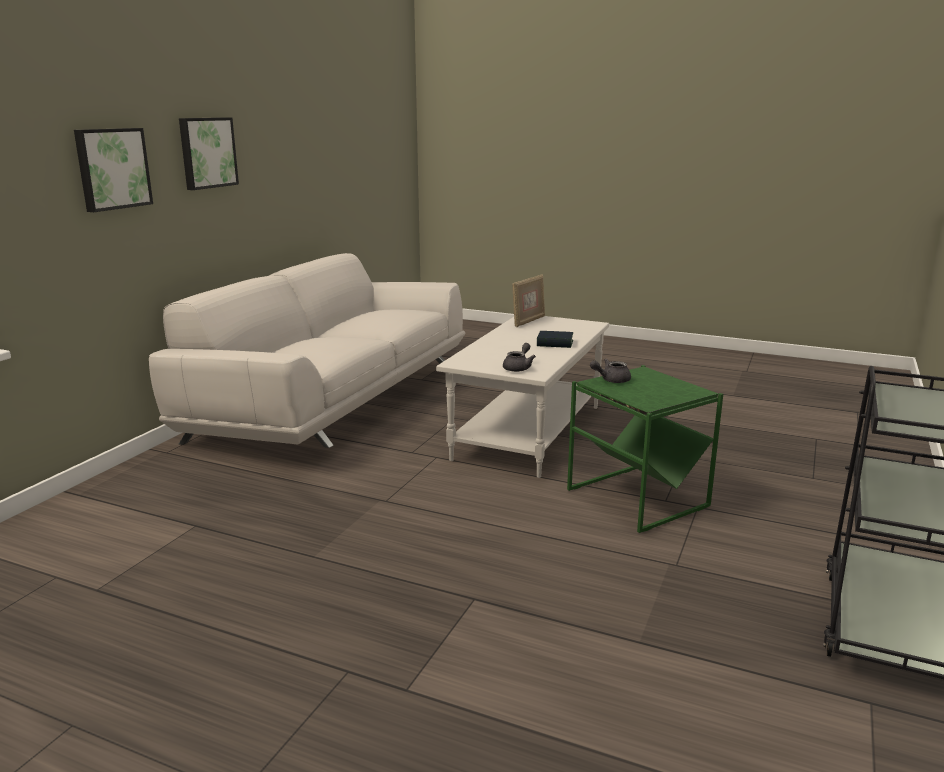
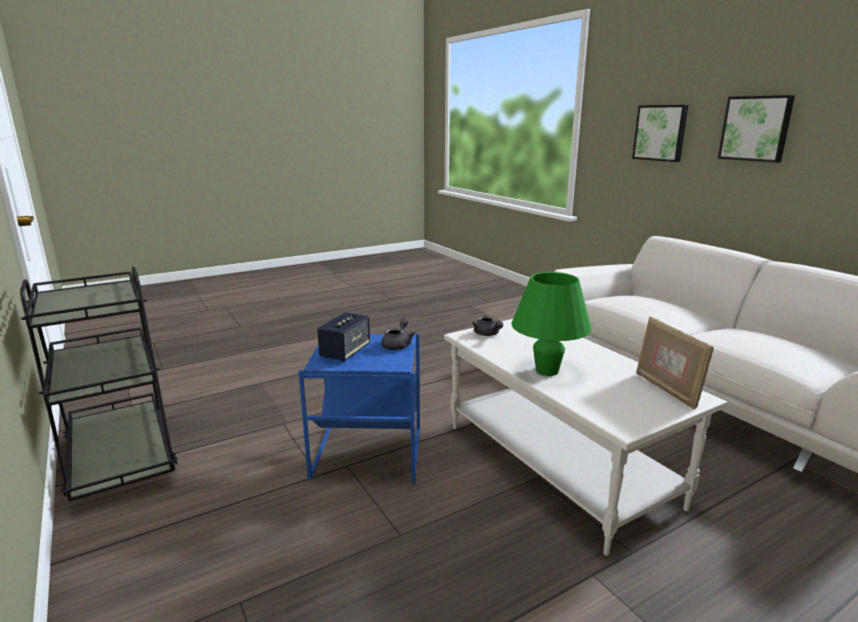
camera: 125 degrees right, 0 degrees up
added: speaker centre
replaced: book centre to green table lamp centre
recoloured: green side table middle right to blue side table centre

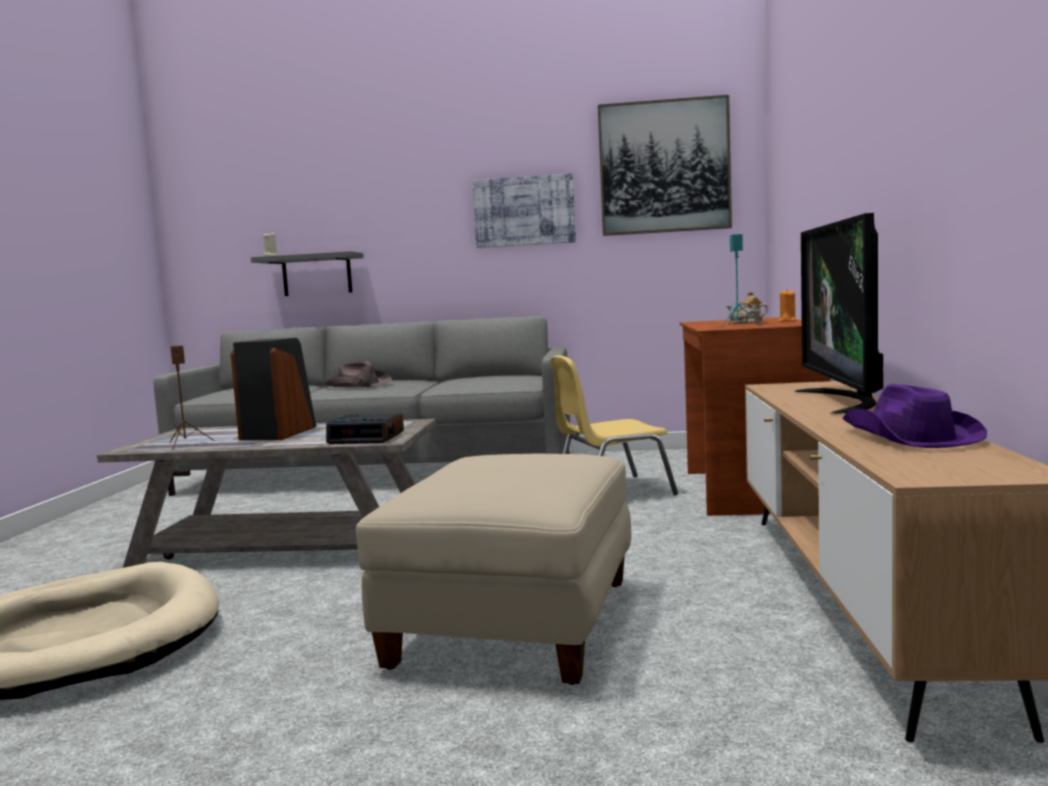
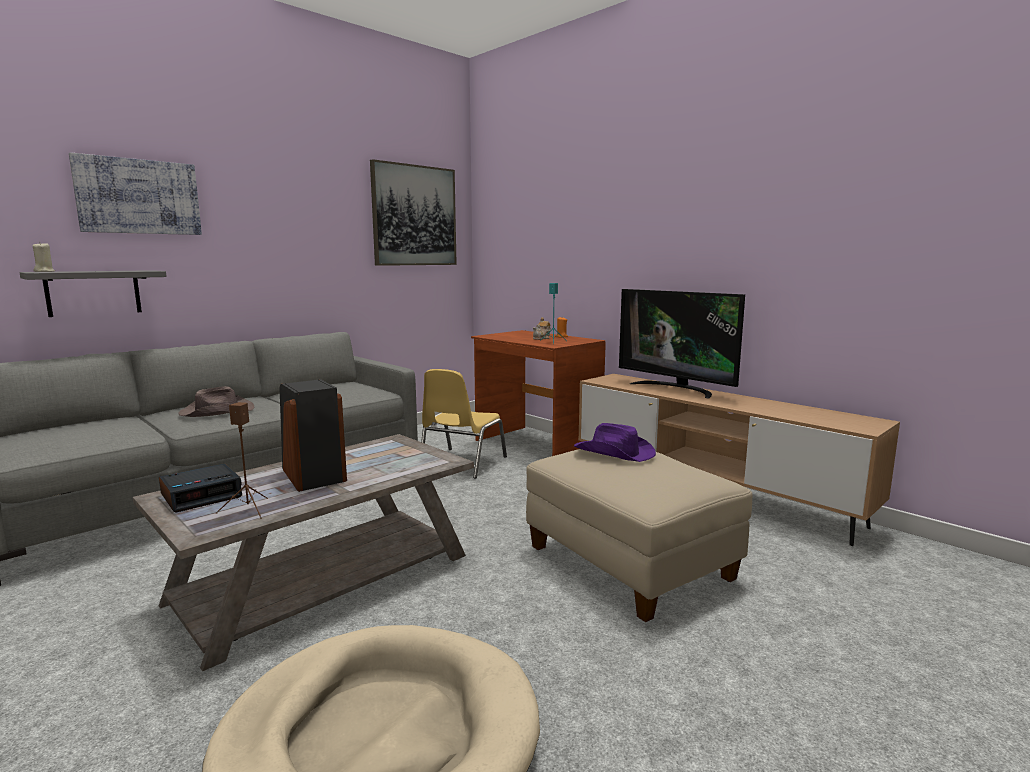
camera: 50 degrees left, 5 degrees up
moved: picture (1st from left) top centre to top left; alarm clock centre to middle left; purple hat middle right to centre

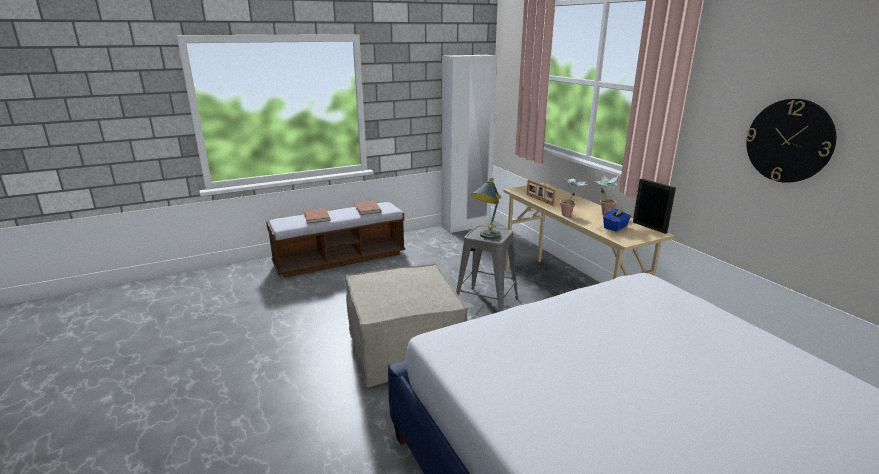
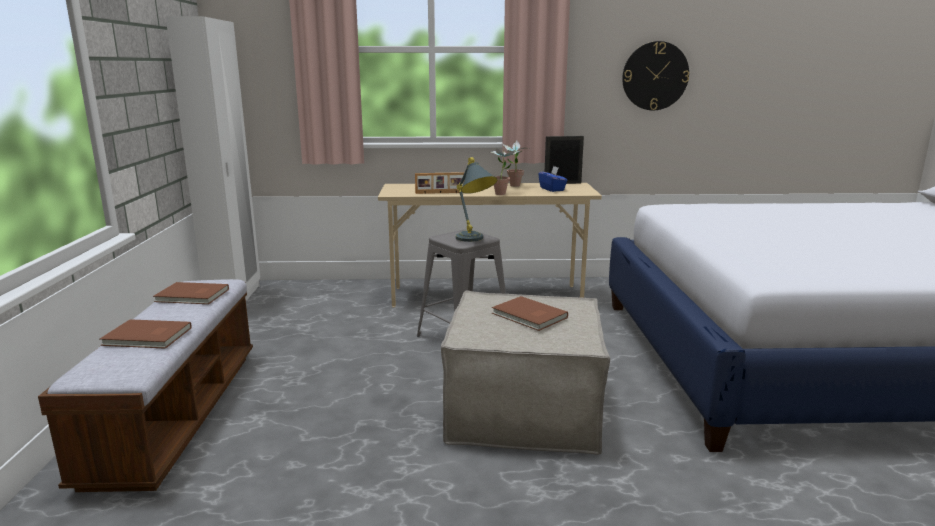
camera: 65 degrees left, 5 degrees down
added: brown book (3rd from left) centre

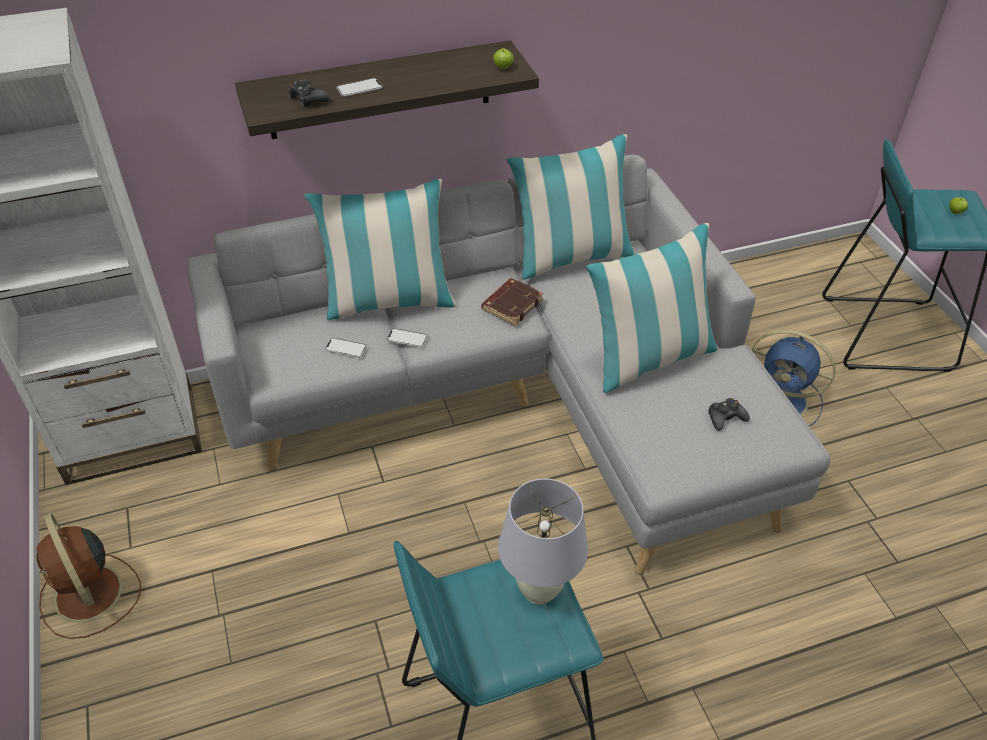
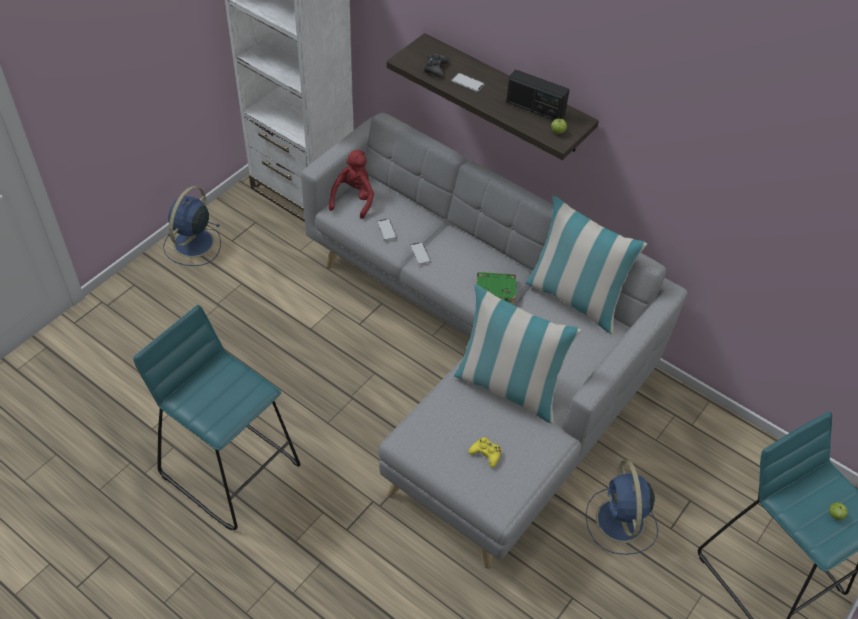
camera: 55 degrees right, 5 degrees up
removed: pillow (1st from left) centre; white table lamp bottom centre
added: red plush toy top centre; radio top centre
recoloured: brown fan bottom left to blue fan (1st from left) middle left; black game controller (2nd from left) middle right to yellow game controller bottom centre; brown book centre to green book centre

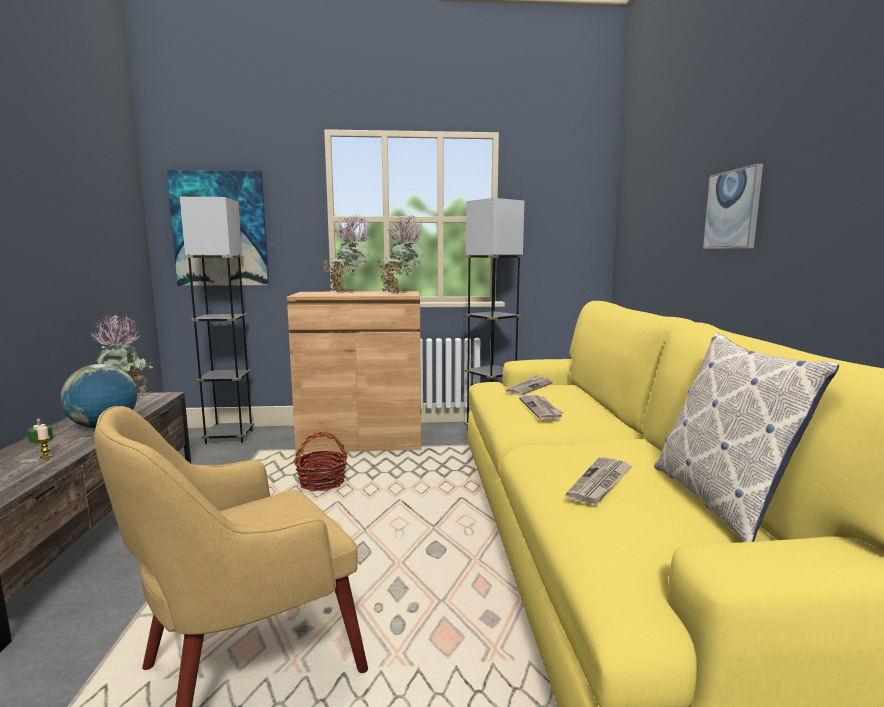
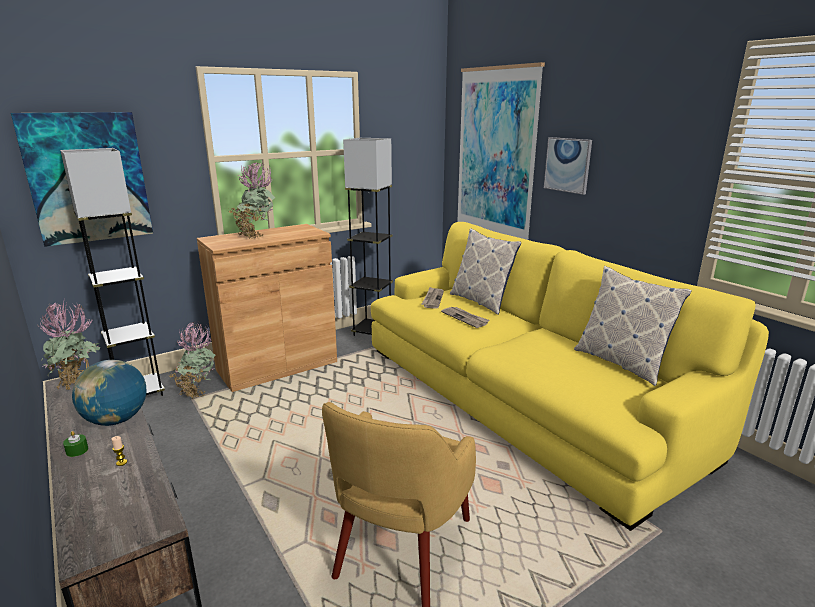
camera: 30 degrees left, 10 degrees up
removed: basket centre; newspaper (3rd from left) bottom right
added: pillow (1st from left) centre; picture (2nd from left) top centre
moved: potted plant (3rd from left in the first image) centre to potted plant (2nd from left) middle left

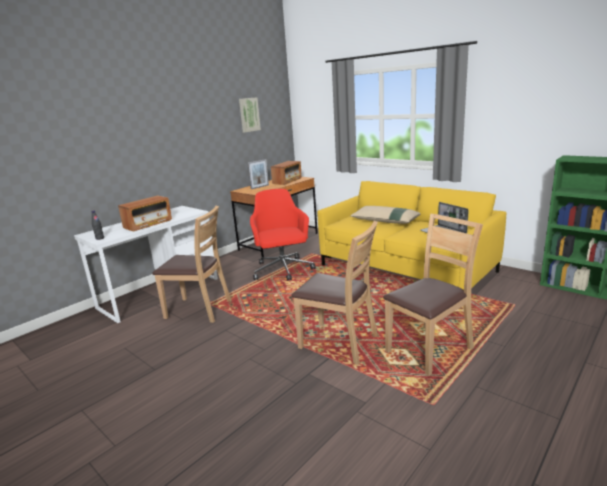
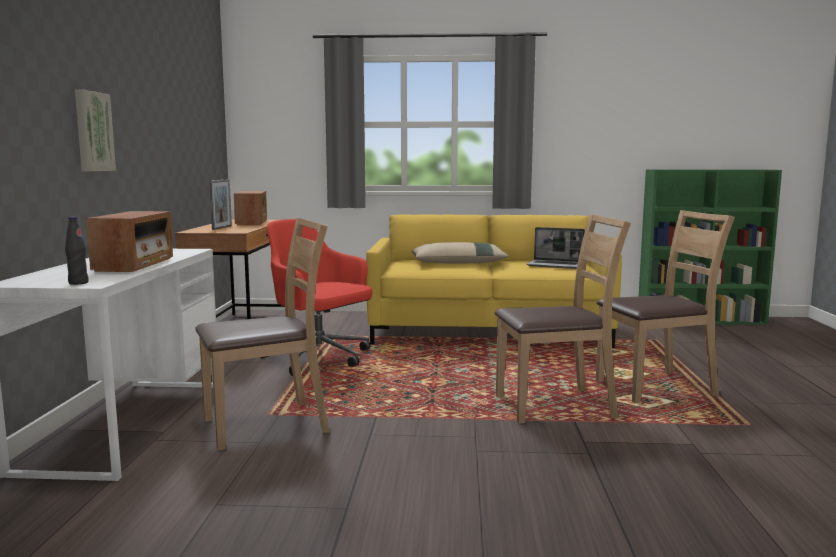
camera: 40 degrees left, 10 degrees down
moved: picture top centre to top left
turned: brown chair (3rd from left) middle right = middle right 60 degrees clockwise

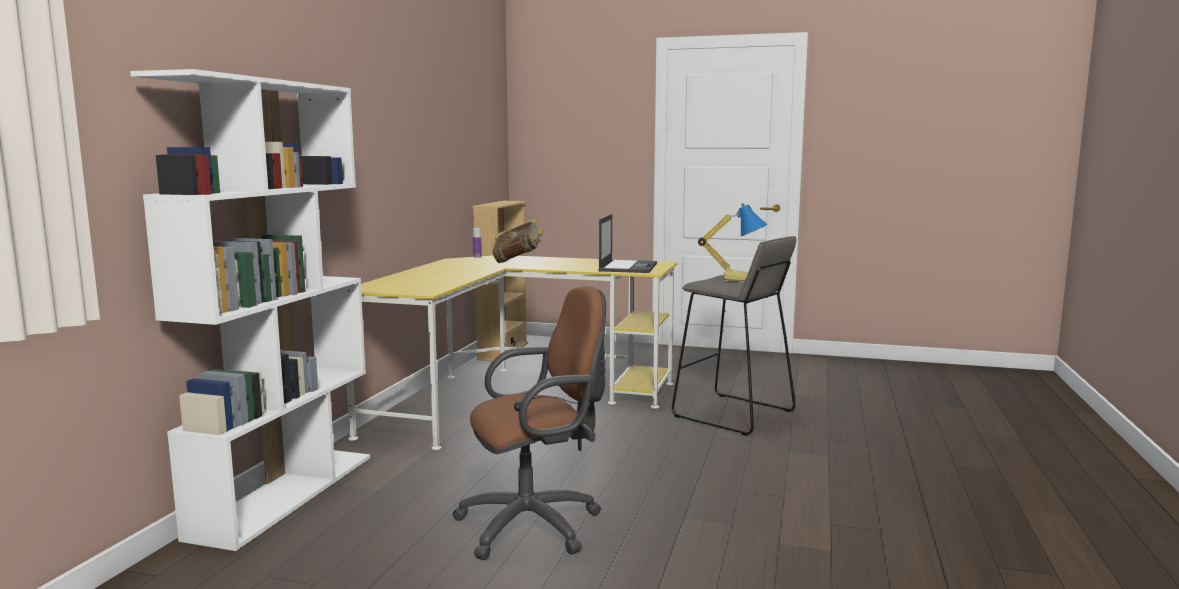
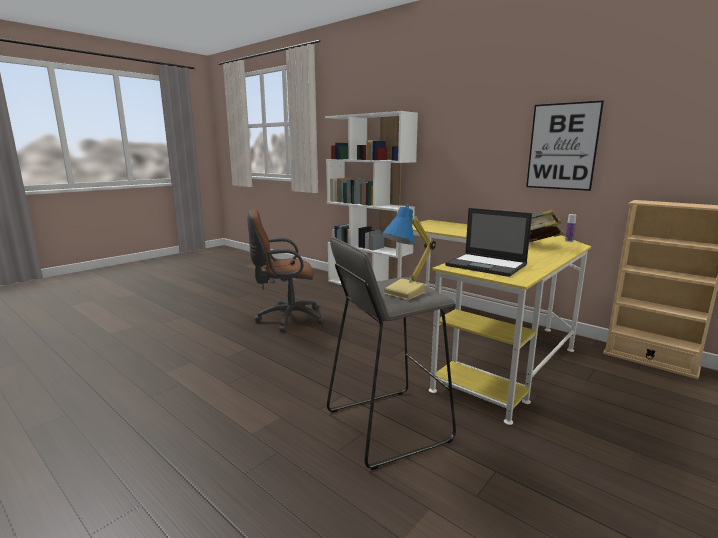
camera: 115 degrees right, 5 degrees up
added: picture top right
turned: brown office chair bottom centre = centre 75 degrees clockwise

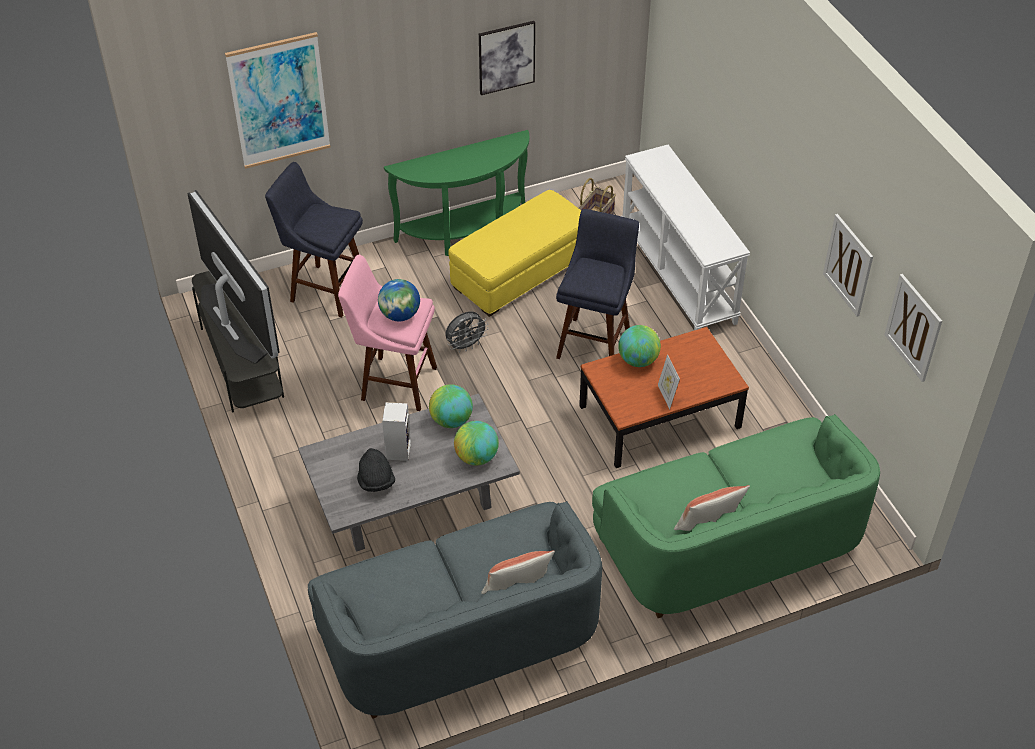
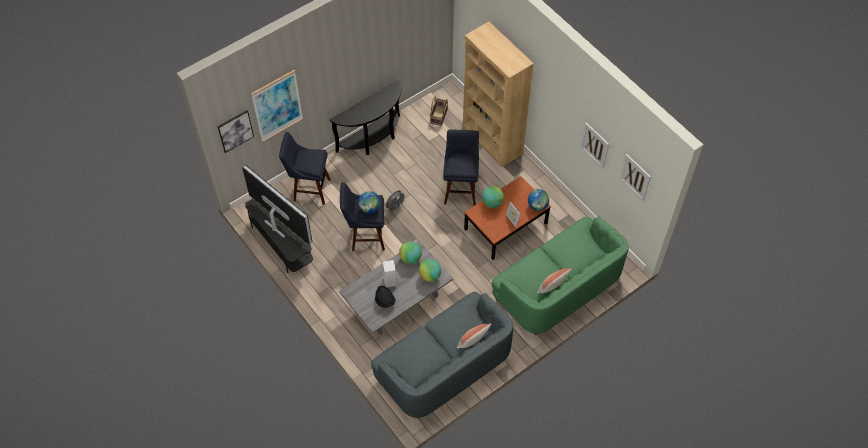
camera: 15 degrees left, 10 degrees up
removed: yellow ottoman centre
added: globe (5th from left) centre
moved: picture (2nd from left in the first image) top centre to picture (1st from left) top left
replaced: white console table top centre to brown bookcase top centre
recoloured: green console table top centre to black console table top centre; pink stool centre to blue stool (2nd from left) centre

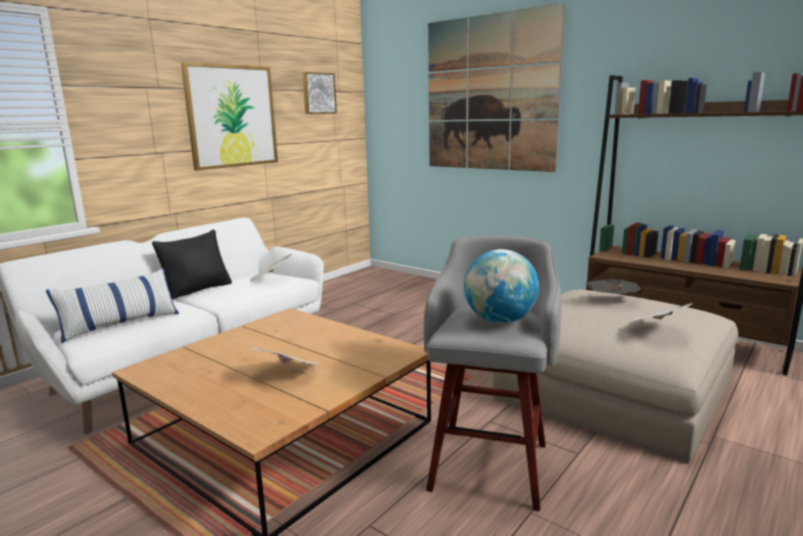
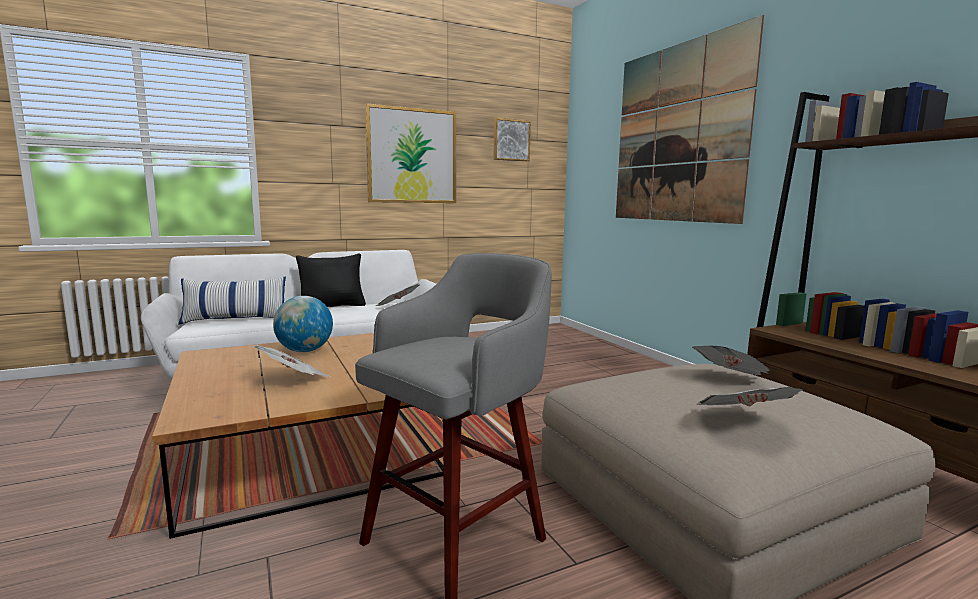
camera: 25 degrees right, 5 degrees down
moved: globe centre to middle left

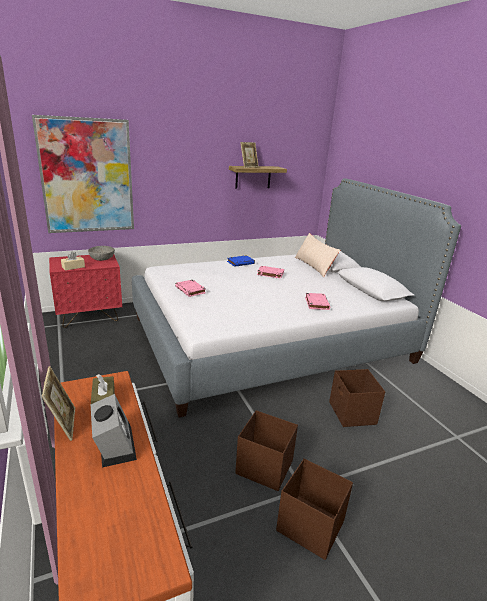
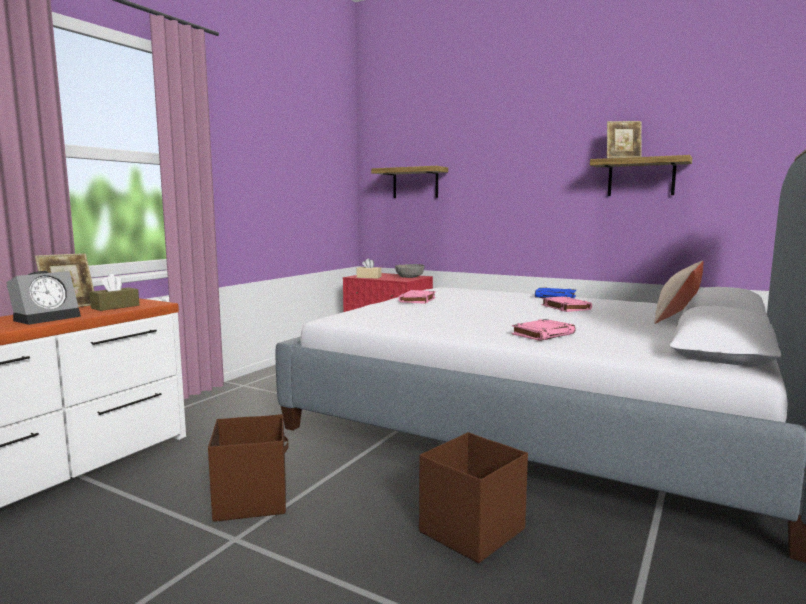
camera: 55 degrees right, 15 degrees down
removed: brown storage box (2nd from left) bottom centre
replaced: picture top left to shelf (1st from left) top centre

